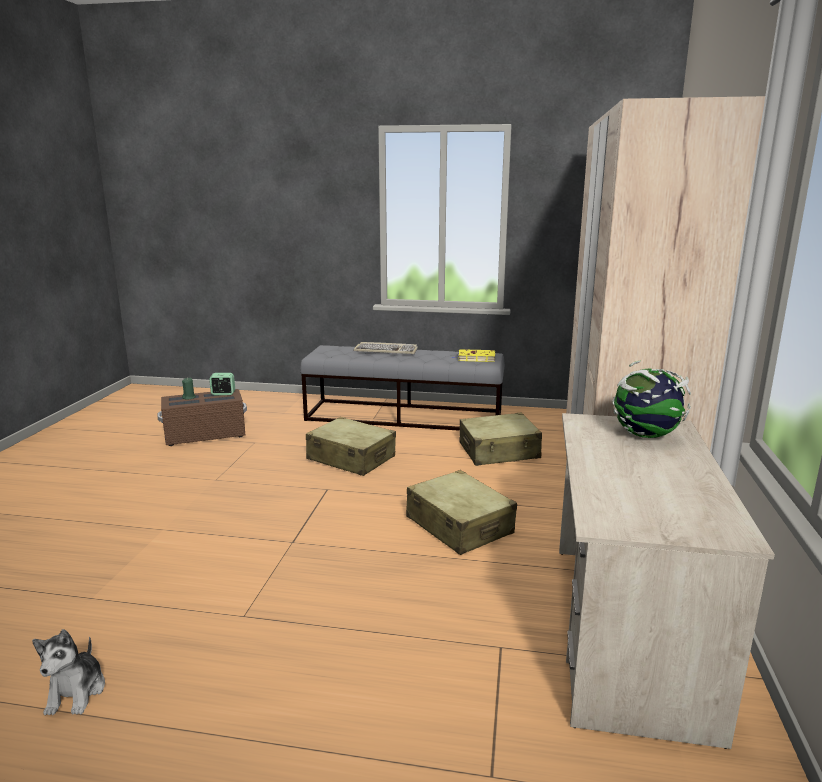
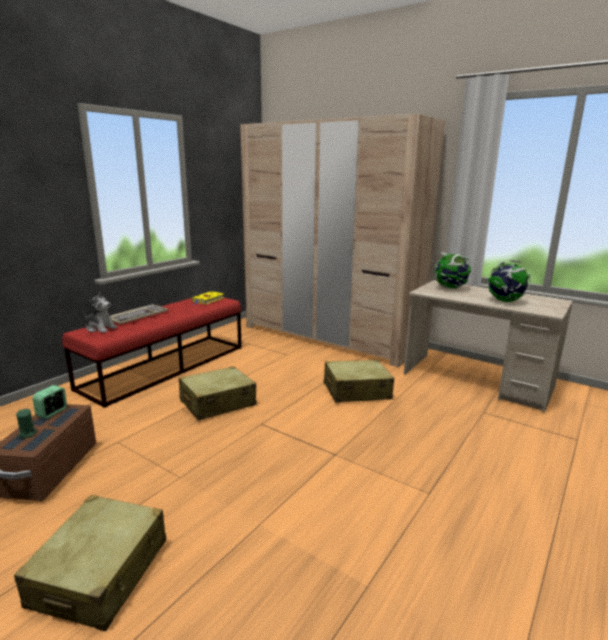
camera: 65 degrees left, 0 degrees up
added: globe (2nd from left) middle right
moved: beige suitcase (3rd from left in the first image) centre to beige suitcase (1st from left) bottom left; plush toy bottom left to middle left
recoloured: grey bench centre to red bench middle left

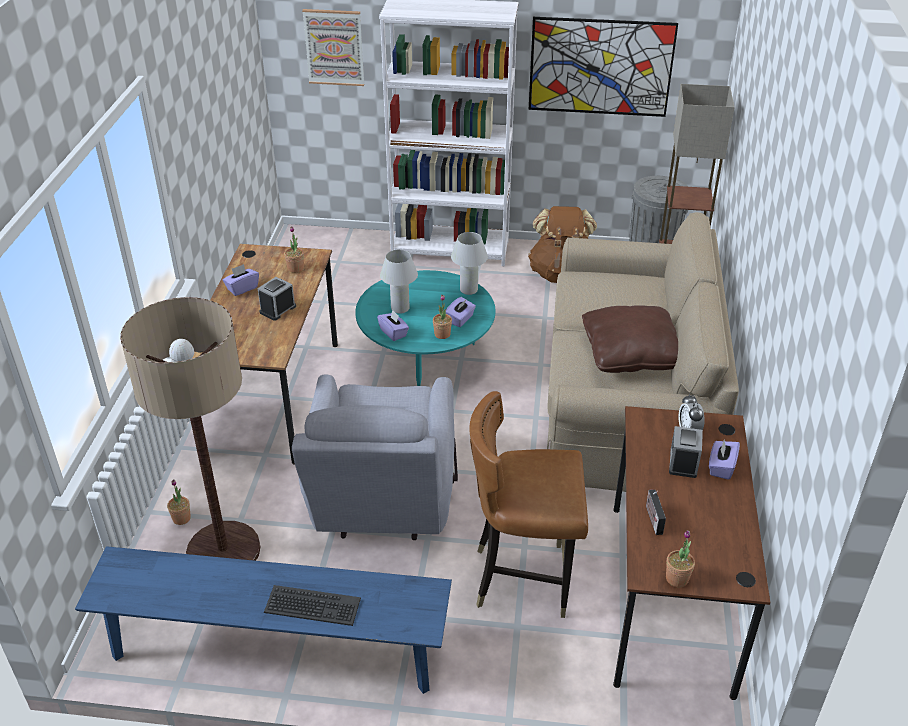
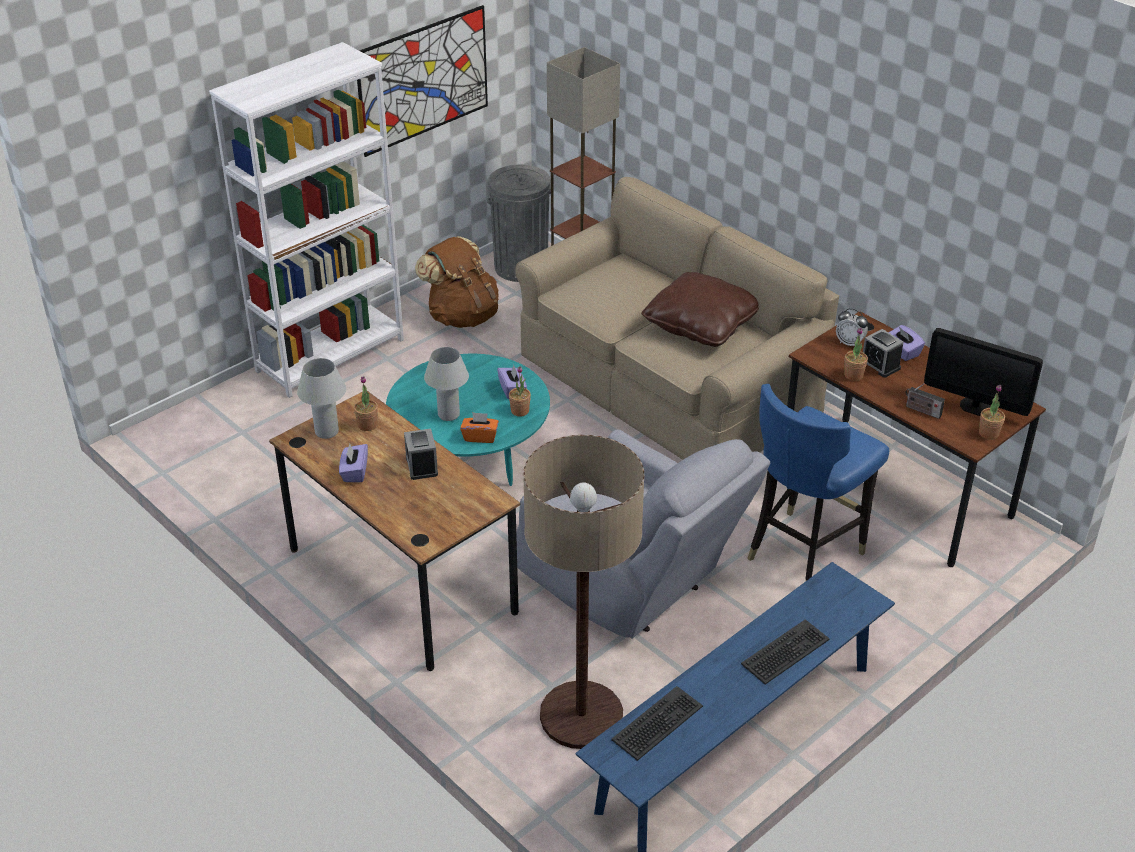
camera: 50 degrees left, 0 degrees up
removed: picture (1st from left) top centre
added: keyboard (1st from left) bottom centre; monitor middle right
moved: white table lamp (2nd from left in the first image) centre to white table lamp (1st from left) middle left; potted plant (1st from left in the first image) bottom left to potted plant (3rd from left) middle right
recoloured: purple tissue box (2nd from left) centre to orange tissue box centre; brown chair bottom centre to blue chair middle right

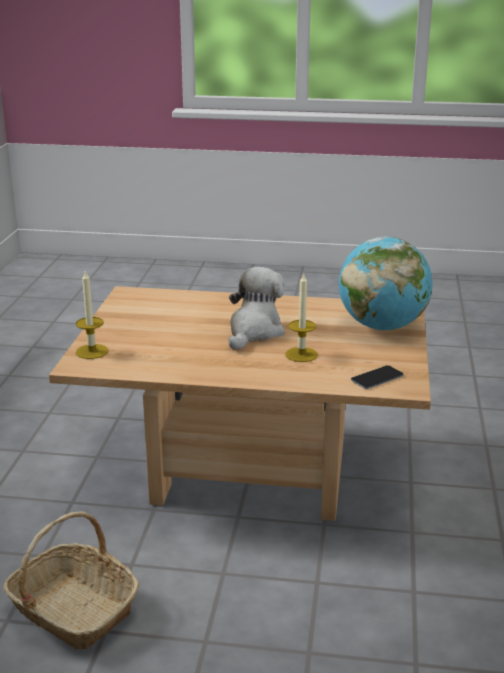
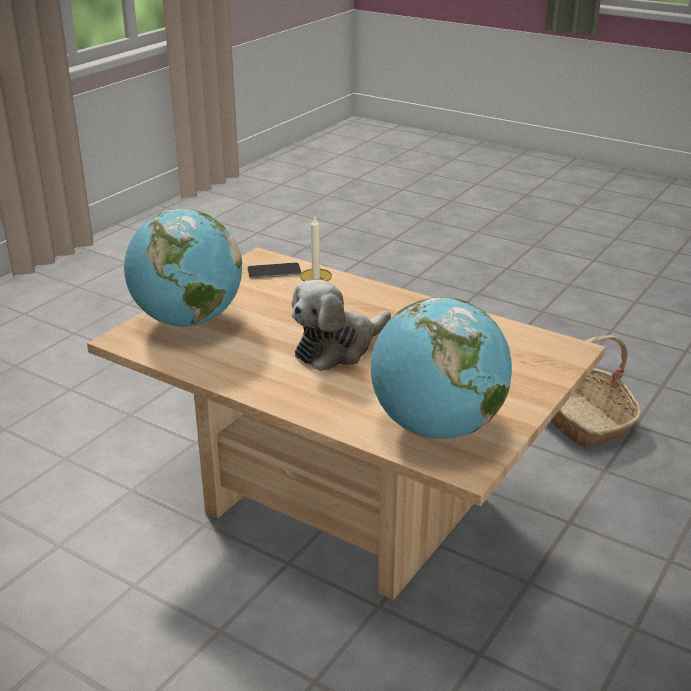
camera: 155 degrees left, 5 degrees up
removed: candle (1st from left) middle left
added: globe (2nd from left) centre

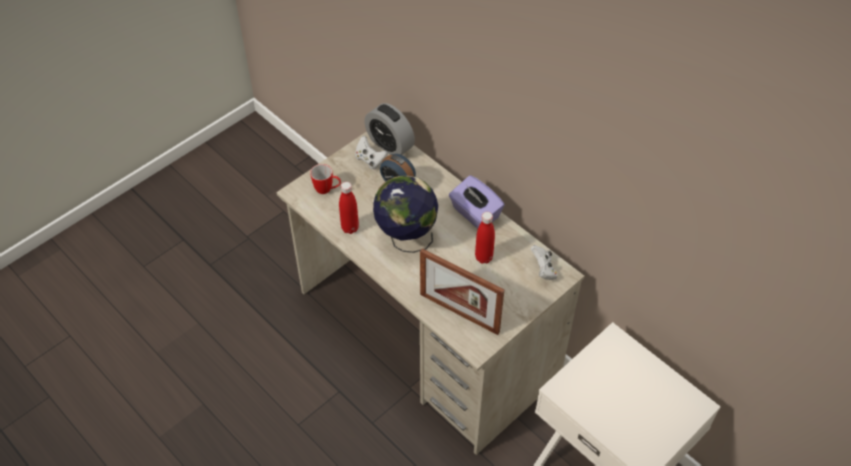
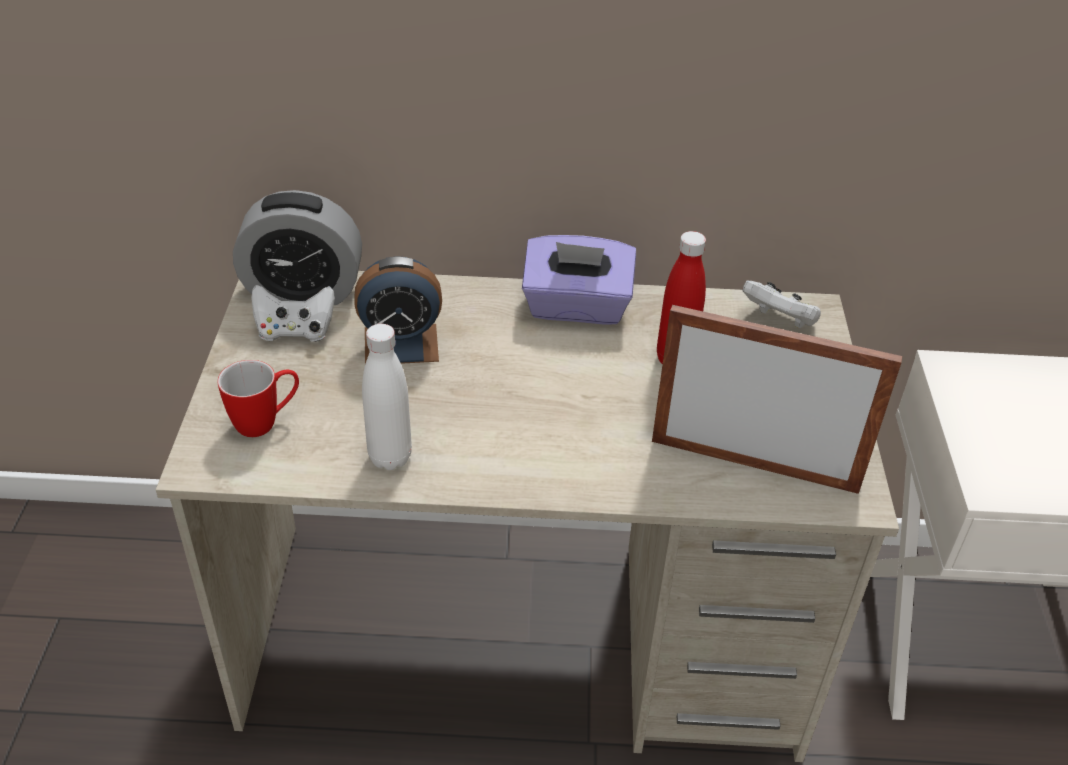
camera: 45 degrees left, 10 degrees down
removed: globe centre
recoloured: red bottle (1st from left) centre to white bottle centre
turned: picture frame centre = middle right 150 degrees counterclockwise

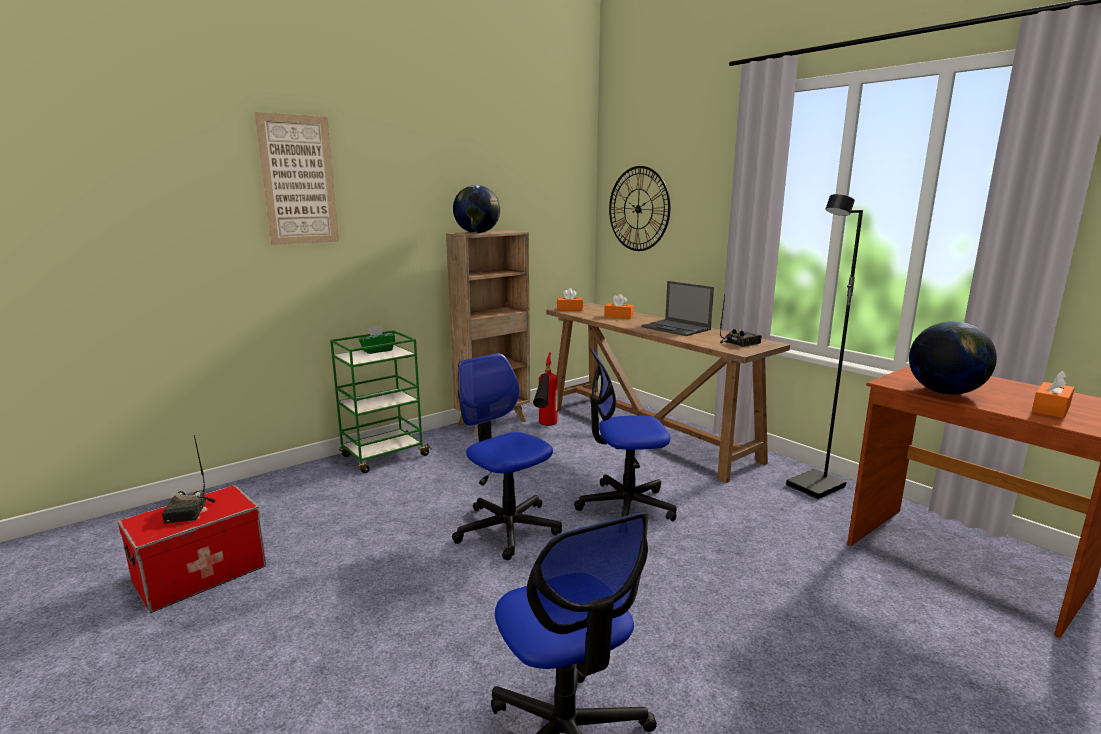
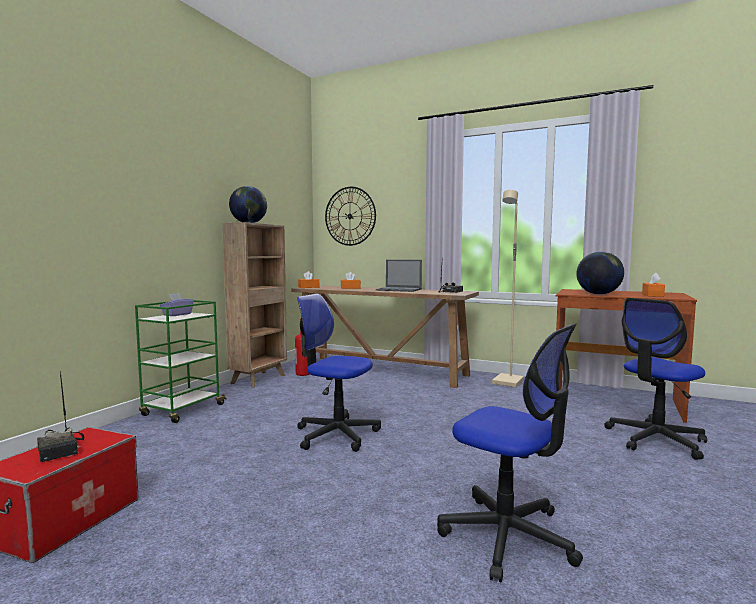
camera: 25 degrees left, 10 degrees down
removed: picture top left
moved: office chair (3rd from left) centre to middle right
recoloured: green tissue box centre to purple tissue box middle left; black floor lamp middle right to beige floor lamp middle right

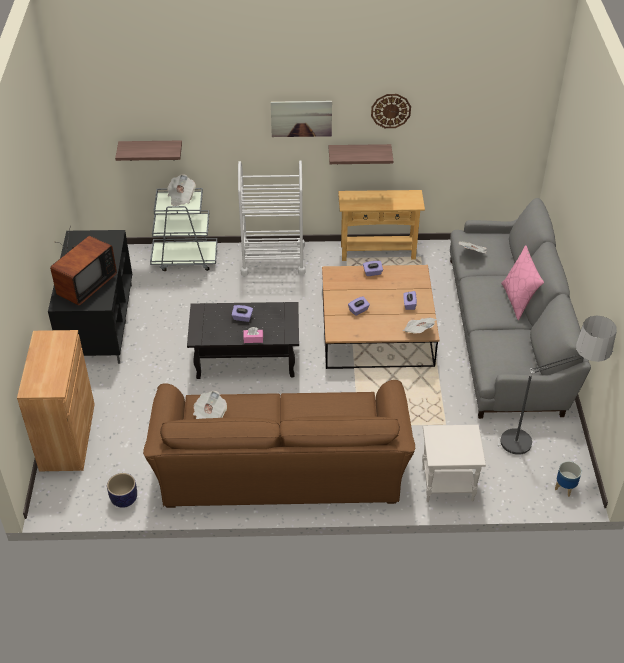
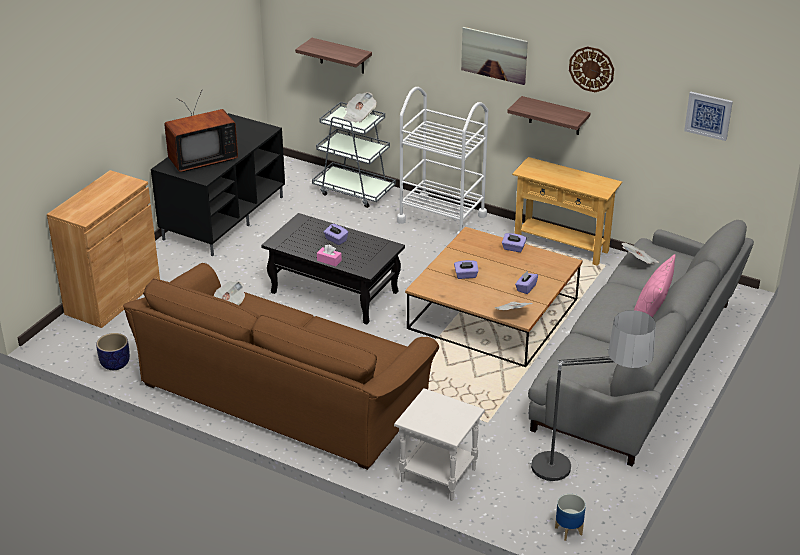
camera: 30 degrees right, 10 degrees down
added: picture (2nd from left) top right

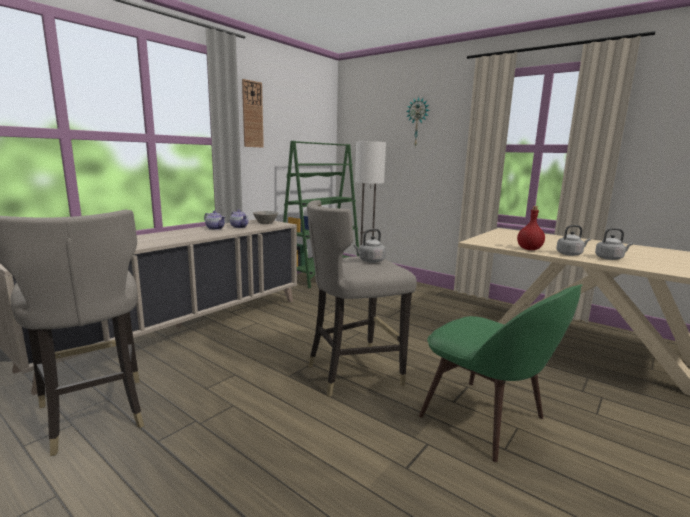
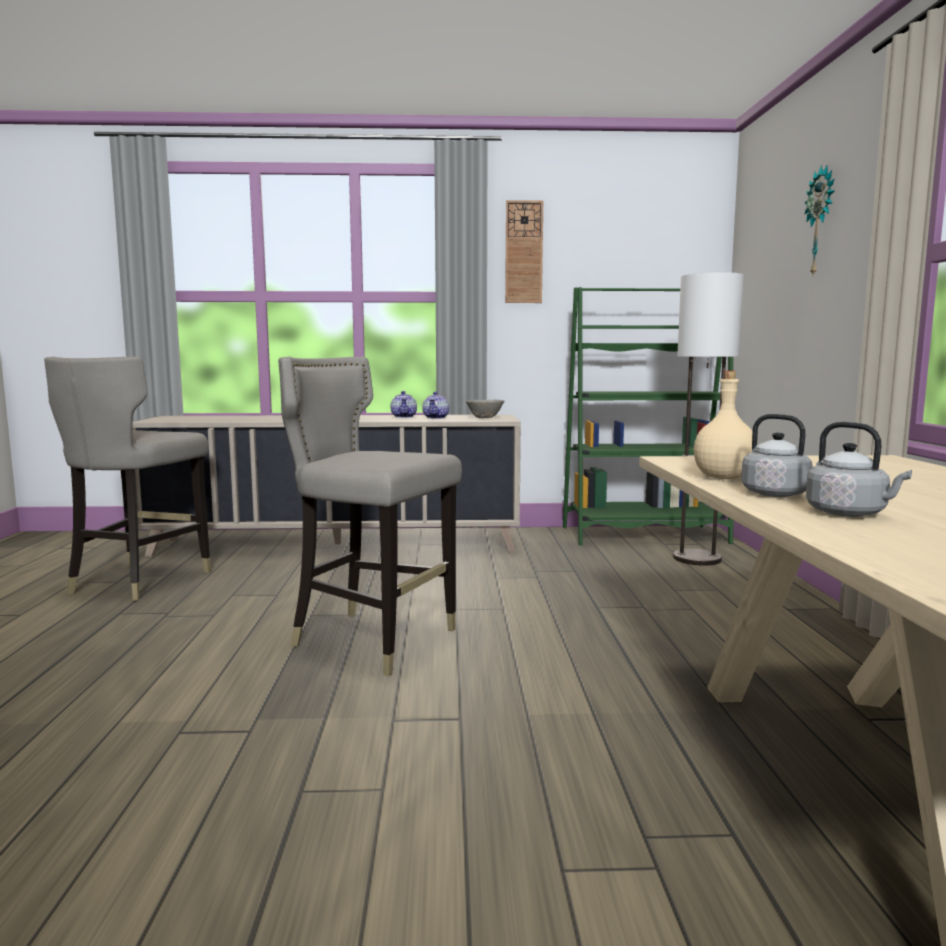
camera: 50 degrees right, 5 degrees down
removed: grey kettle (1st from left) centre; green chair bottom right
recoloured: red bottle middle right to beige bottle middle right

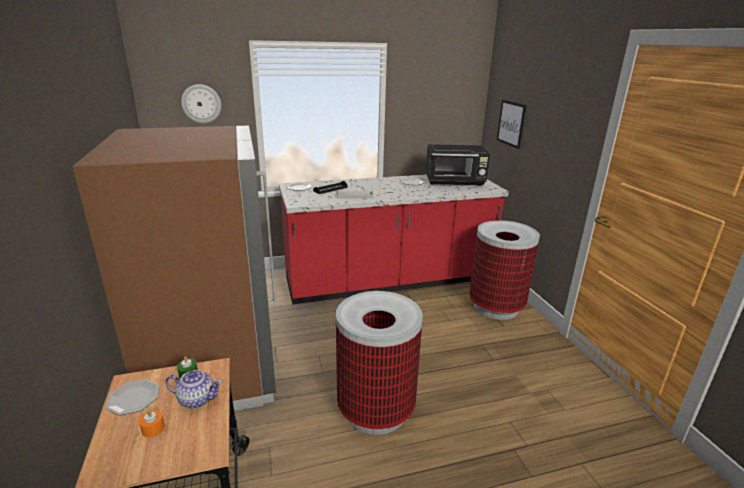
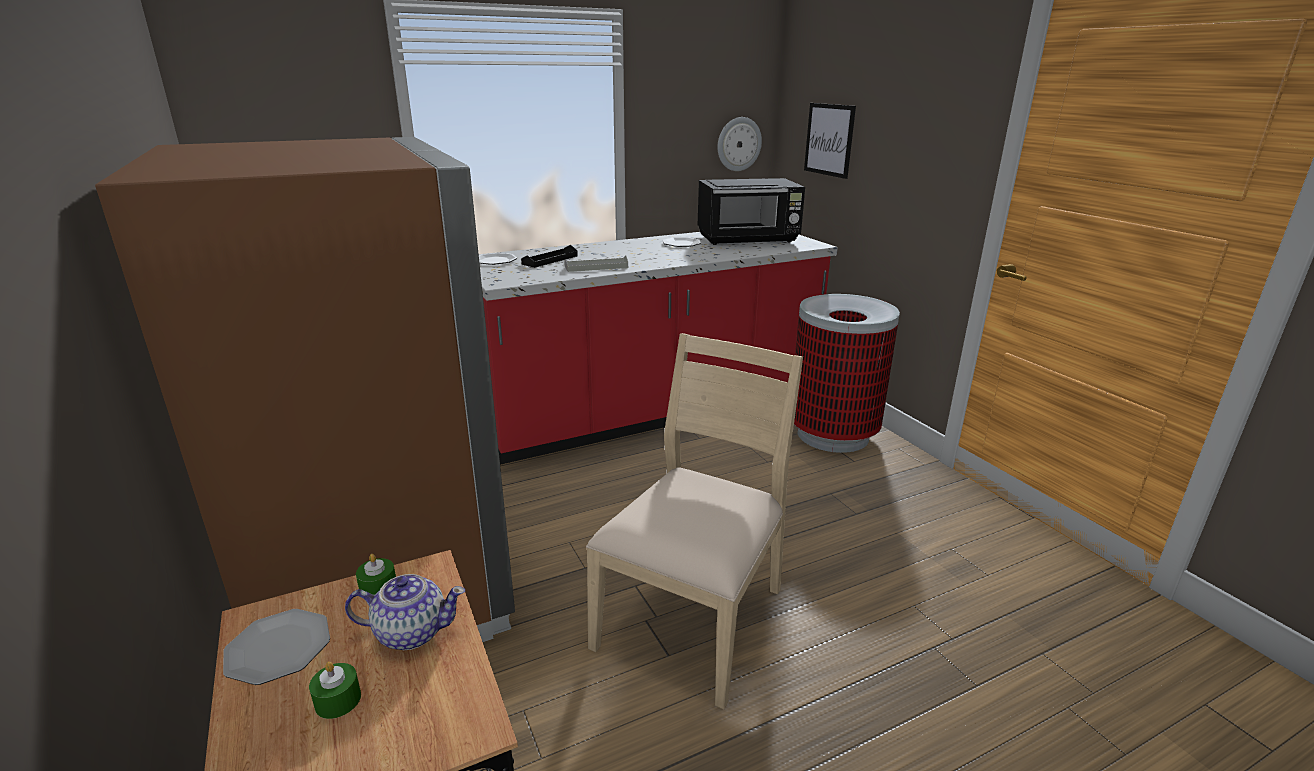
camera: 10 degrees left, 0 degrees up
moved: wall clock top left to top centre
replaced: trash can (1st from left) bottom centre to beige chair bottom centre
recoloured: orange candle bottom left to green candle (1st from left) bottom left

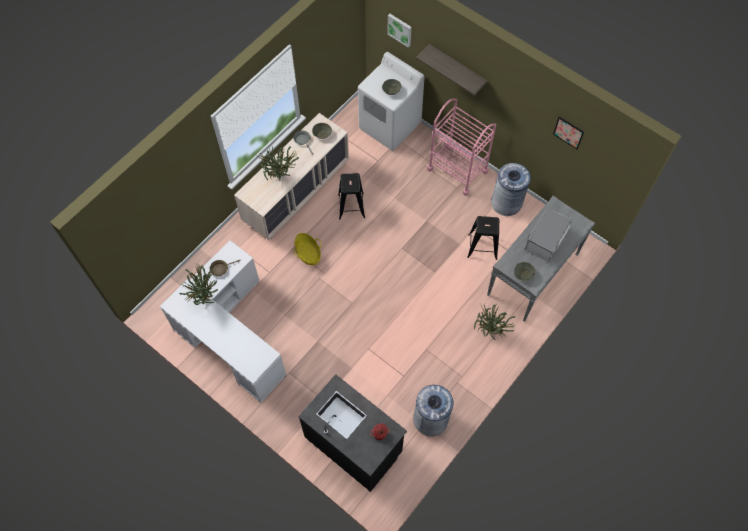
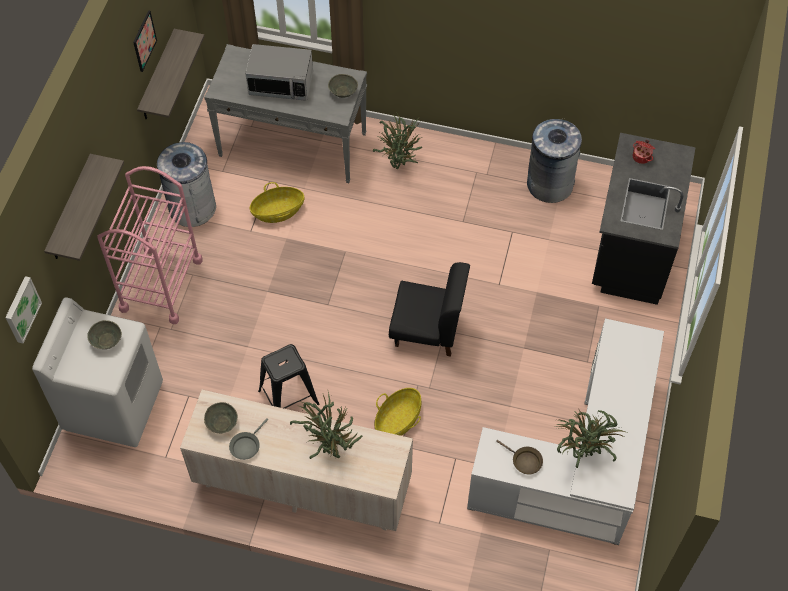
camera: 115 degrees left, 5 degrees down
added: shelf (2nd from left) top left; black chair centre
replaced: black stool (2nd from left) centre to basket (1st from left) centre

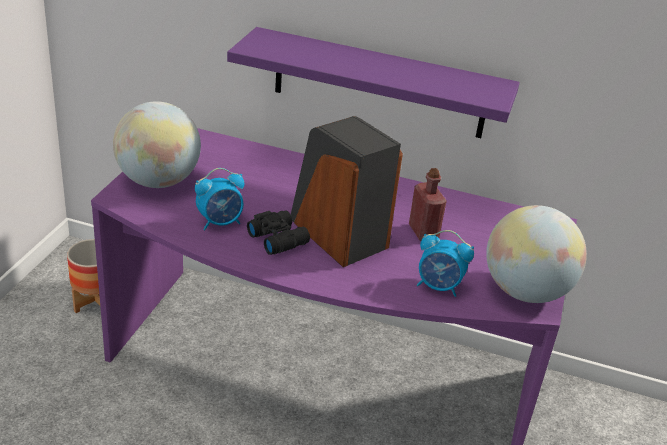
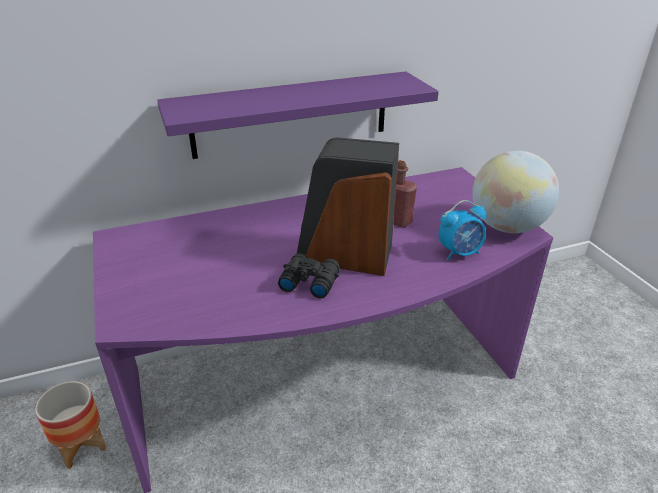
camera: 35 degrees left, 0 degrees up
removed: globe (1st from left) top left; alarm clock (1st from left) middle left

